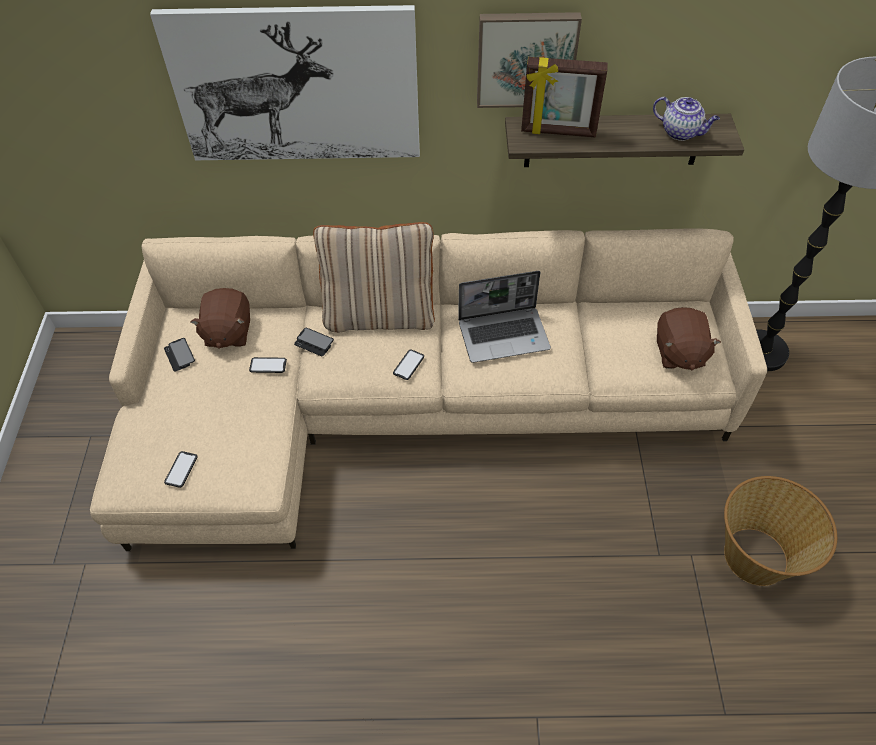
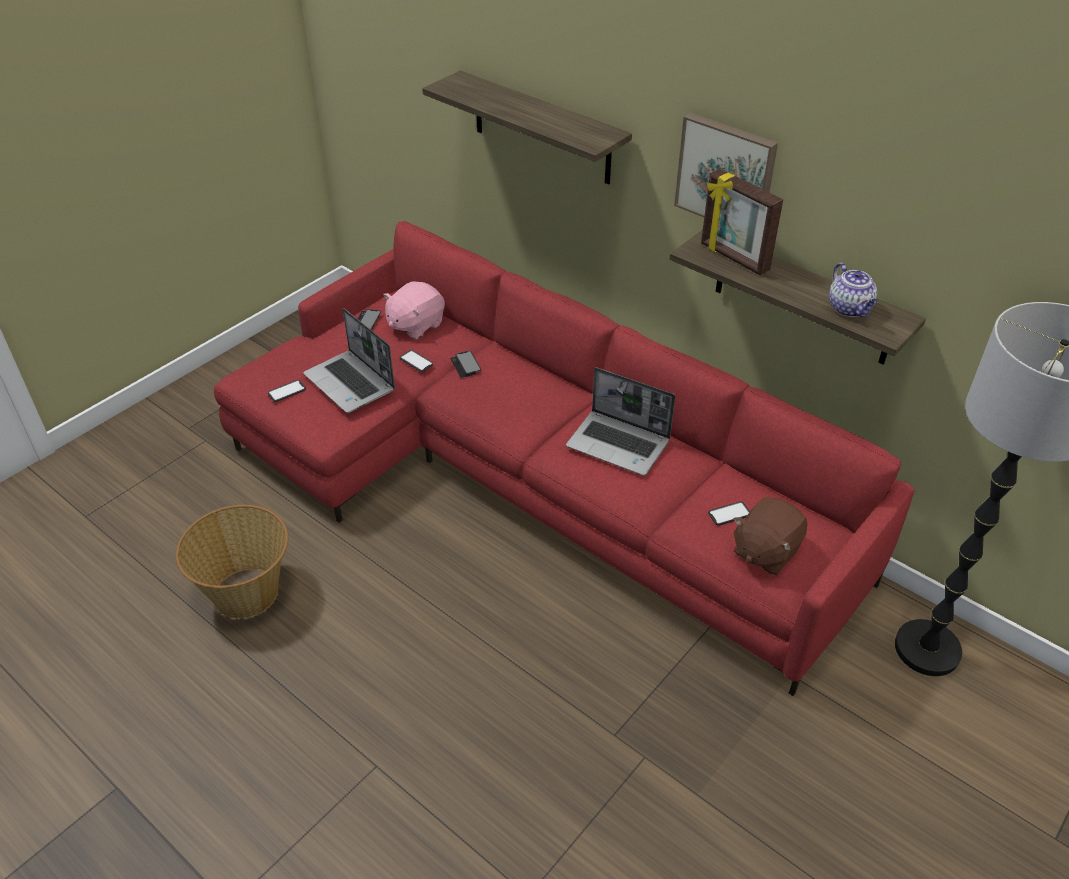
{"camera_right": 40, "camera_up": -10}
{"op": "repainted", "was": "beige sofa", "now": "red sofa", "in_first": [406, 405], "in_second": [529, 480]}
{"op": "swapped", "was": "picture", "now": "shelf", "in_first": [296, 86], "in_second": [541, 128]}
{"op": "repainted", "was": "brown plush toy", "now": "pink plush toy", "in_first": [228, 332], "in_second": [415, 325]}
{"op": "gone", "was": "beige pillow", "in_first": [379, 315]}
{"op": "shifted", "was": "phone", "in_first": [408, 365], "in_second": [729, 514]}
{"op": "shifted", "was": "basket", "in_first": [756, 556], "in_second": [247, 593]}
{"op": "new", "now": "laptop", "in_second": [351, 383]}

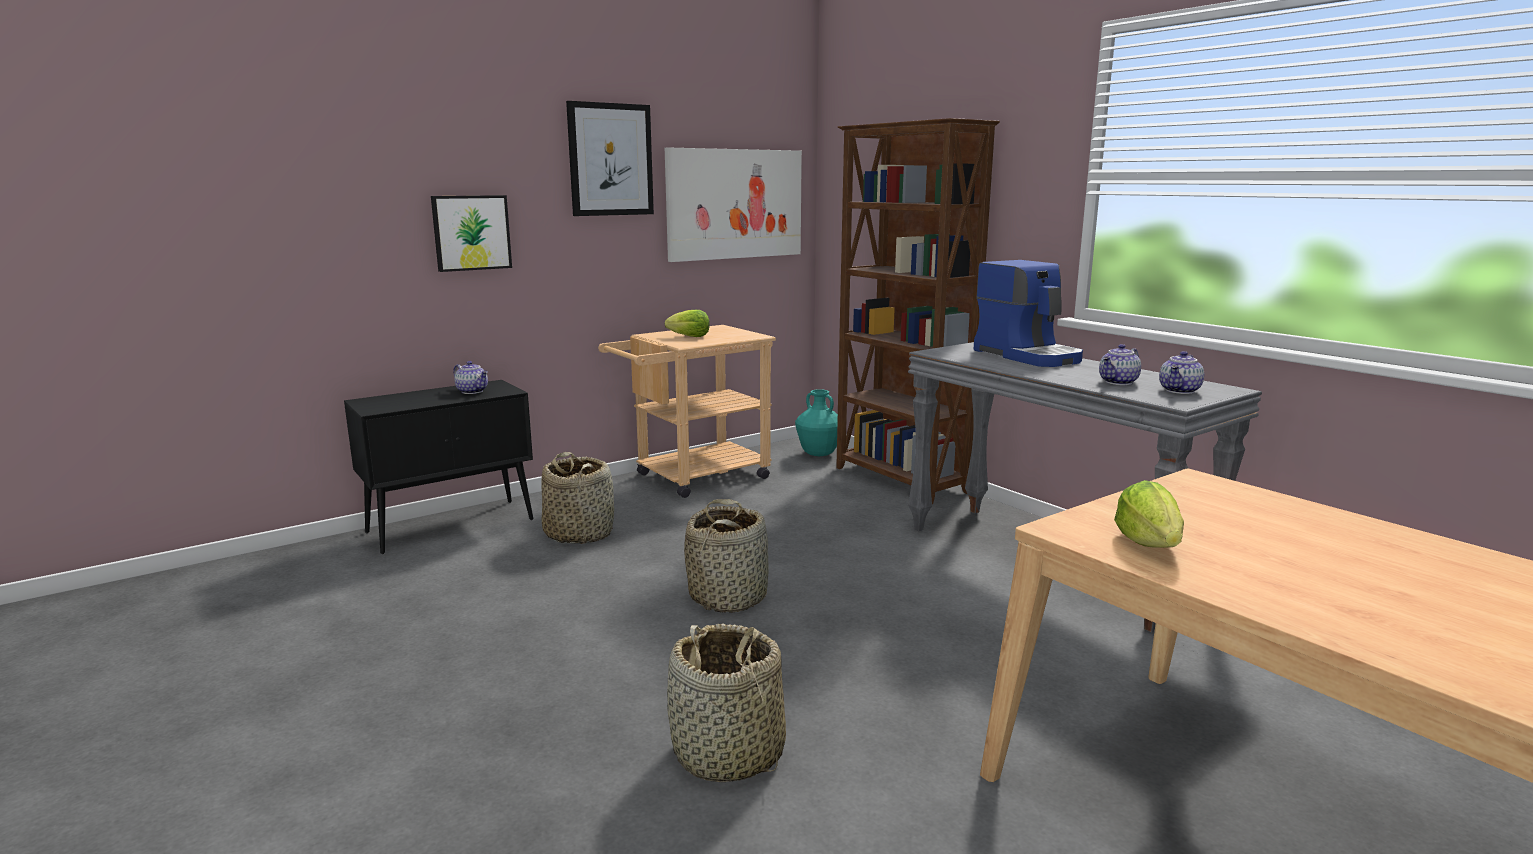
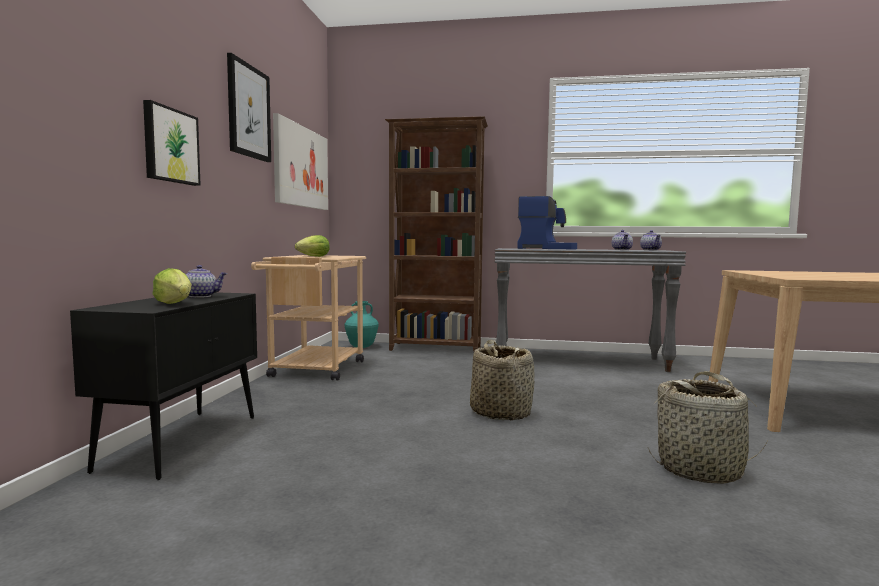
{"camera_right": -45, "camera_up": -10}
{"op": "gone", "was": "basket", "in_first": [579, 533]}
{"op": "shifted", "was": "lettuce", "in_first": [1148, 544], "in_second": [175, 304]}

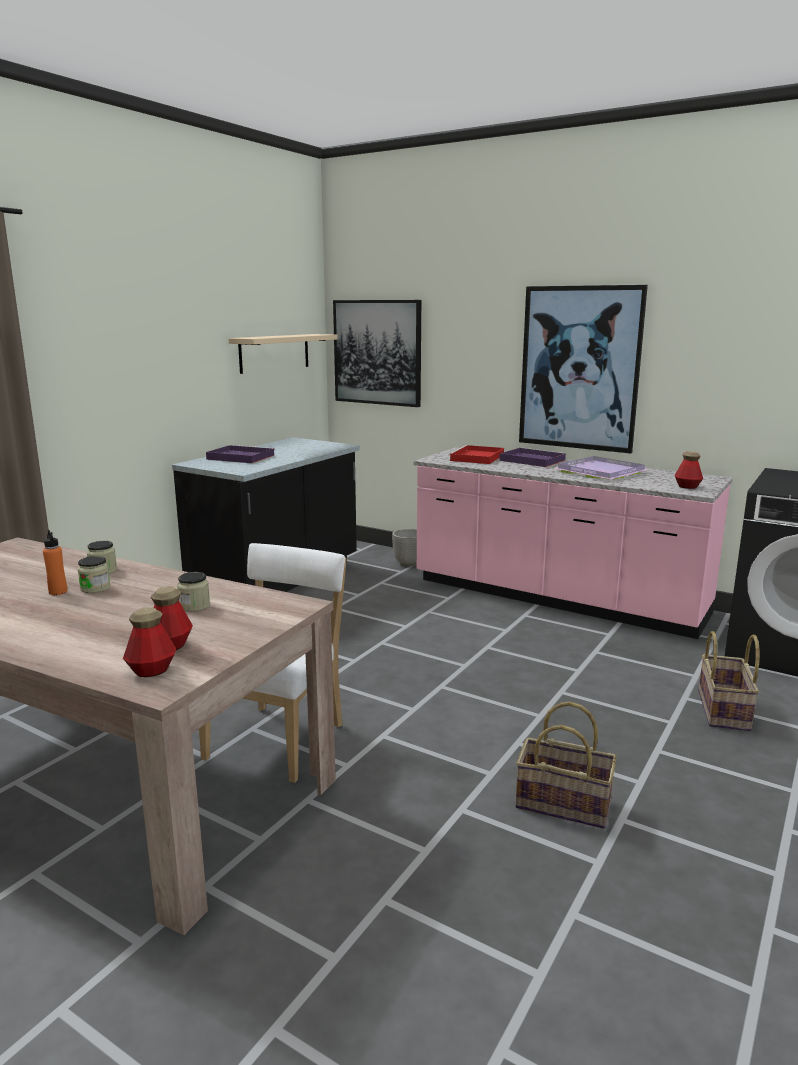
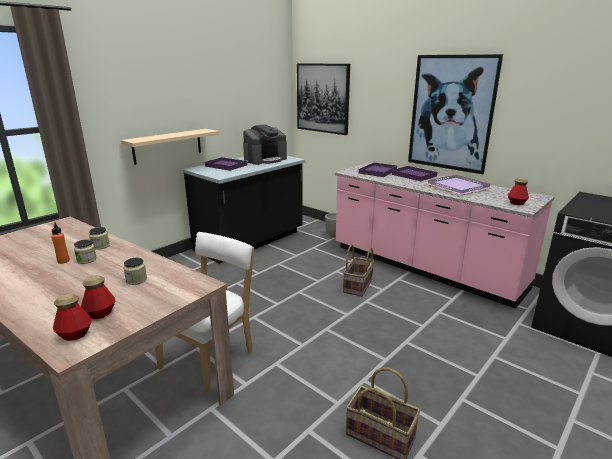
{"camera_right": 10, "camera_up": 5}
{"op": "shifted", "was": "beige shelf", "in_first": [274, 353], "in_second": [167, 146]}
{"op": "repainted", "was": "red tray", "now": "purple tray", "in_first": [477, 458], "in_second": [377, 171]}
{"op": "shifted", "was": "basket", "in_first": [725, 711], "in_second": [358, 286]}
{"op": "new", "now": "coffee machine", "in_second": [265, 159]}

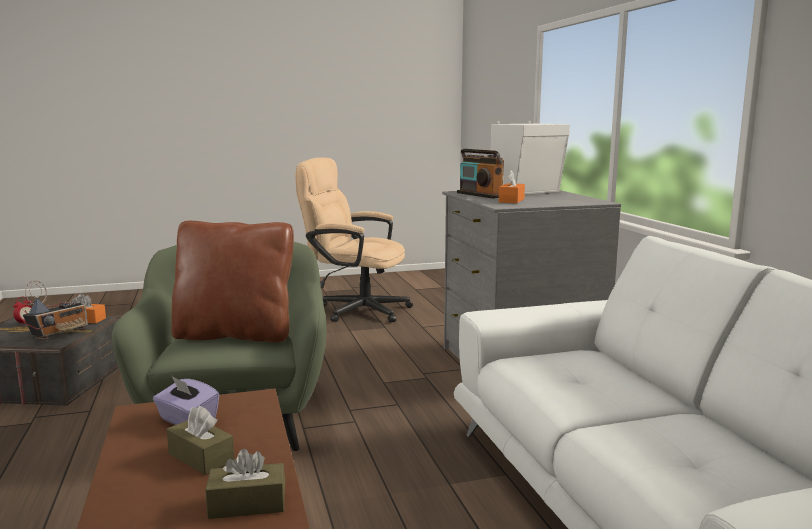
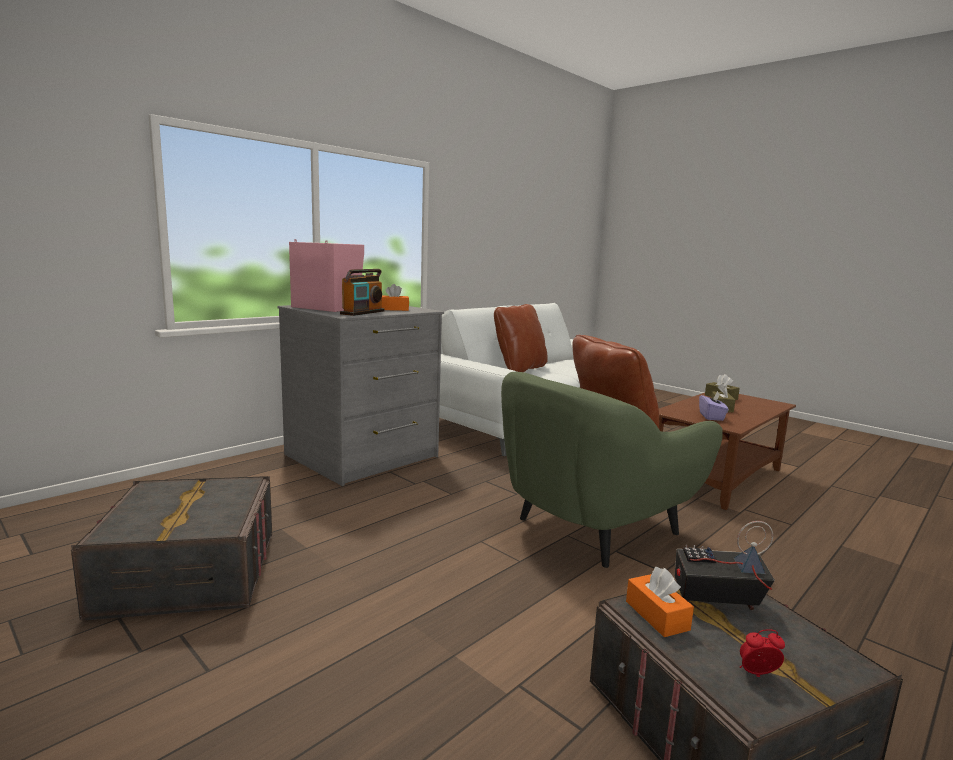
{"camera_right": -120, "camera_up": 0}
{"op": "swapped", "was": "beige office chair", "now": "grey storage box", "in_first": [355, 309], "in_second": [189, 573]}
{"op": "repainted", "was": "white speaker", "now": "pink speaker", "in_first": [527, 192], "in_second": [326, 307]}
{"op": "new", "now": "brown pillow", "in_second": [519, 369]}

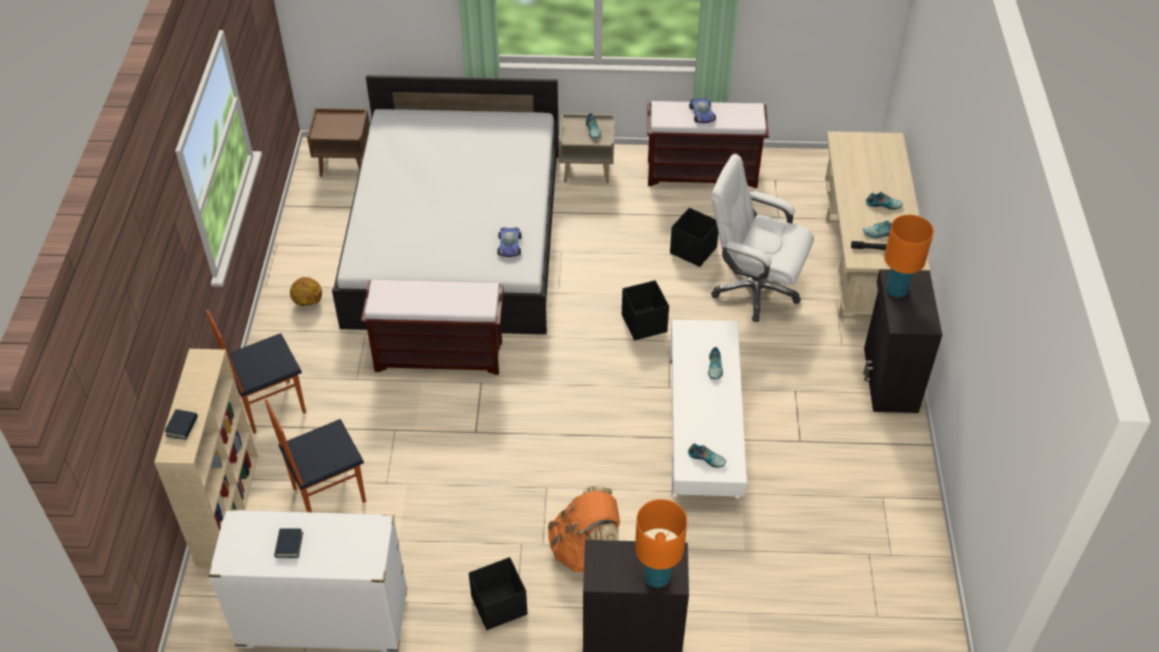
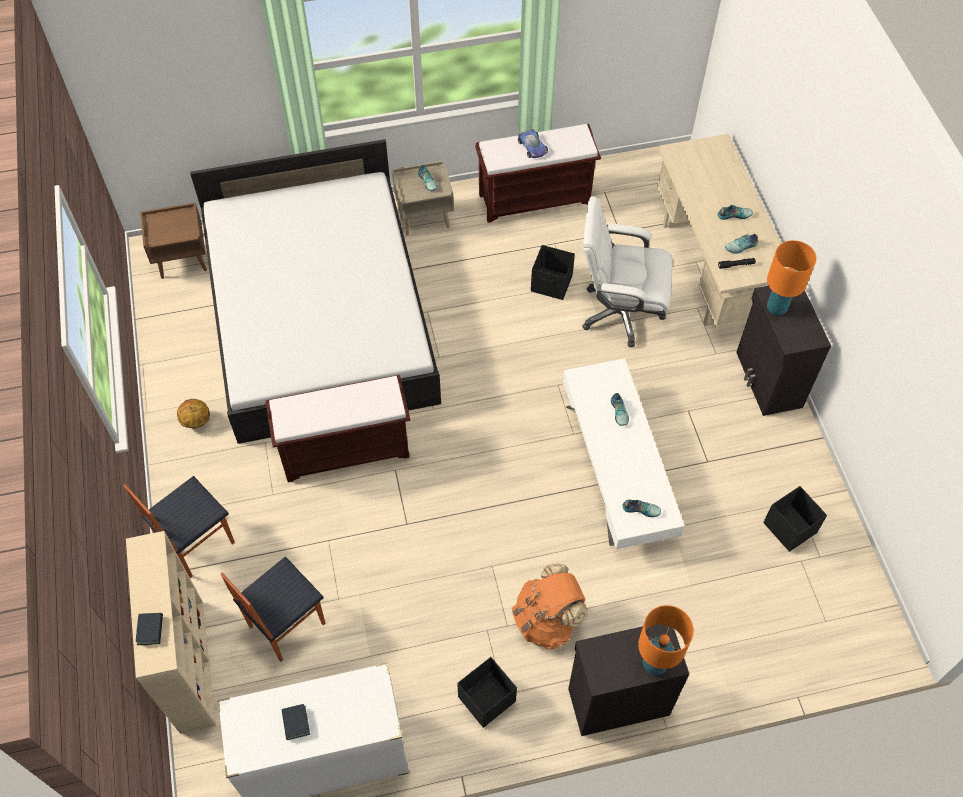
{"camera_right": -15, "camera_up": 10}
{"op": "gone", "was": "toy car", "in_first": [509, 246]}
{"op": "shifted", "was": "black storage box", "in_first": [644, 323], "in_second": [789, 527]}

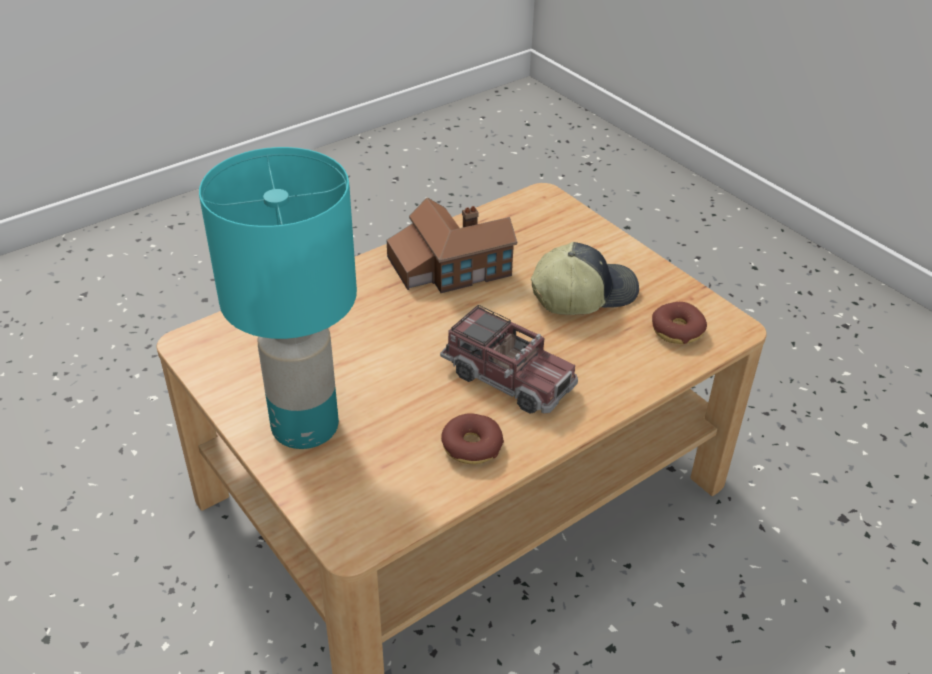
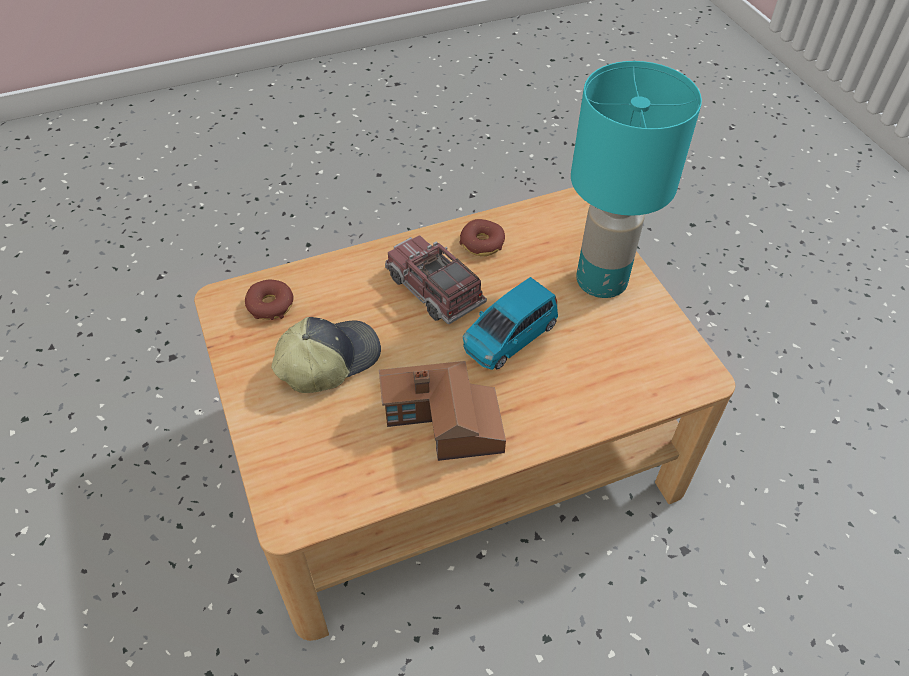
{"camera_right": -165, "camera_up": 10}
{"op": "rotated", "was": "cap", "in_first": [582, 294], "in_second": [327, 361], "clockwise": 150}
{"op": "new", "now": "blue toy car", "in_second": [509, 337]}

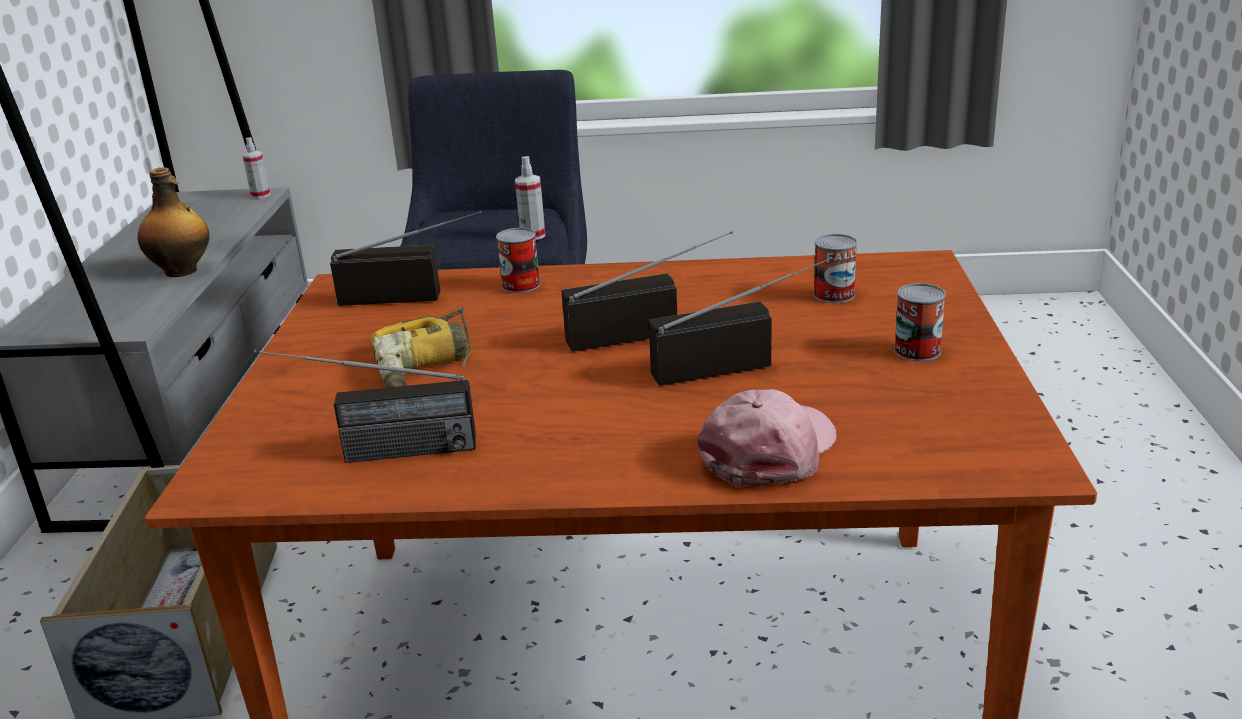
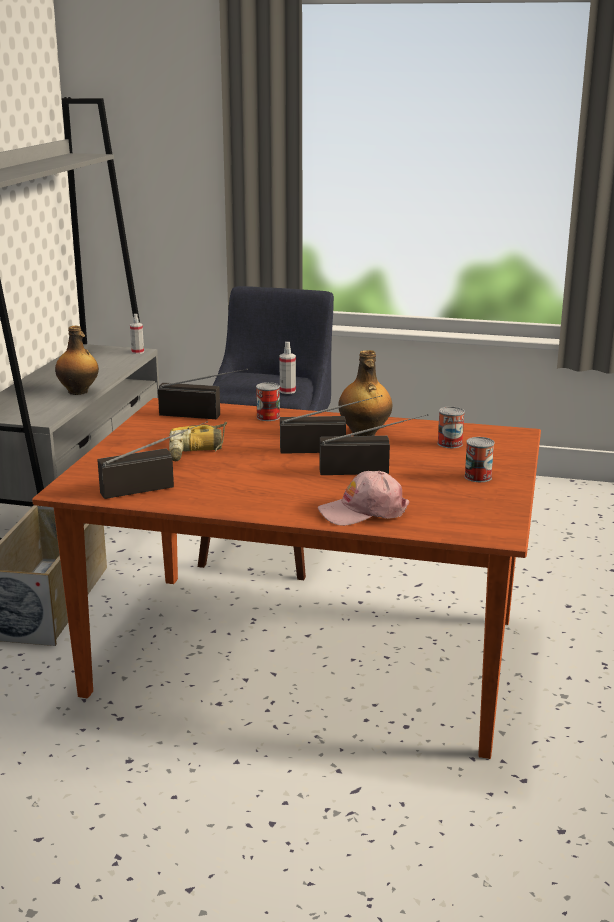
{"camera_right": 10, "camera_up": -5}
{"op": "rotated", "was": "radio", "in_first": [375, 453], "in_second": [155, 486], "clockwise": 150}
{"op": "rotated", "was": "pink cap", "in_first": [770, 451], "in_second": [363, 511], "clockwise": -150}
{"op": "new", "now": "bottle", "in_second": [364, 434]}

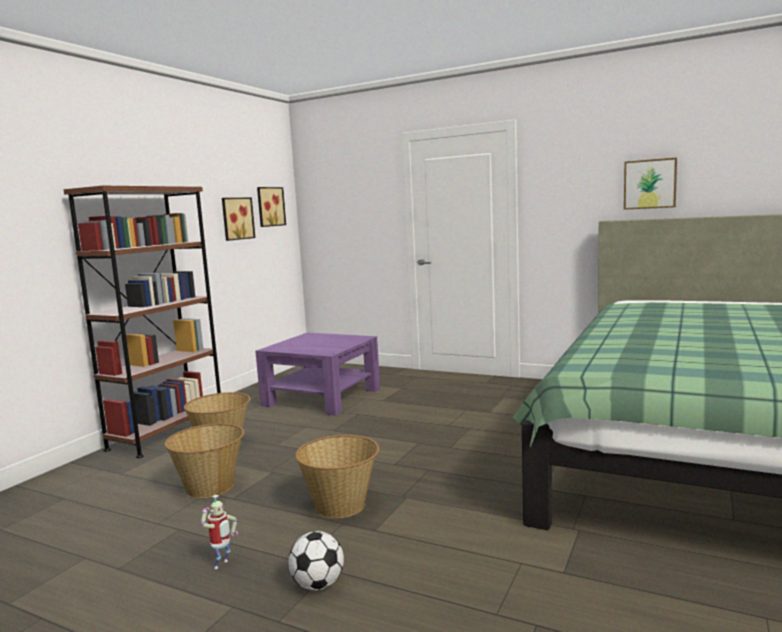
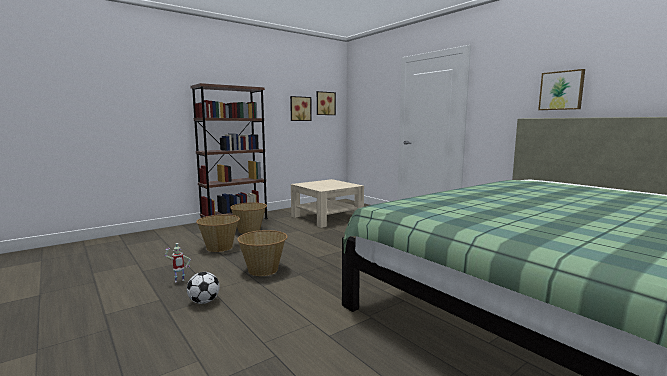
{"camera_right": 25, "camera_up": 0}
{"op": "repainted", "was": "purple coffee table", "now": "beige coffee table", "in_first": [322, 397], "in_second": [327, 217]}

